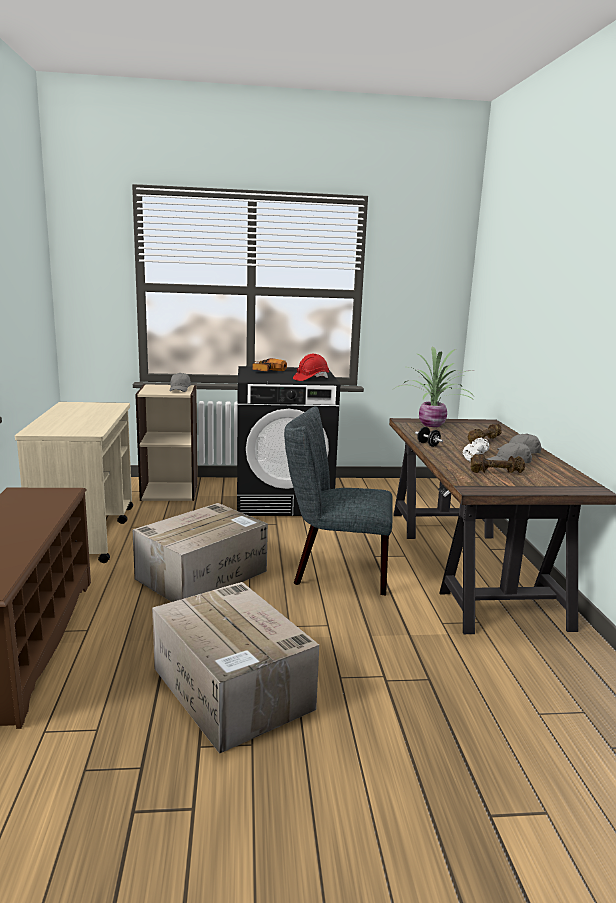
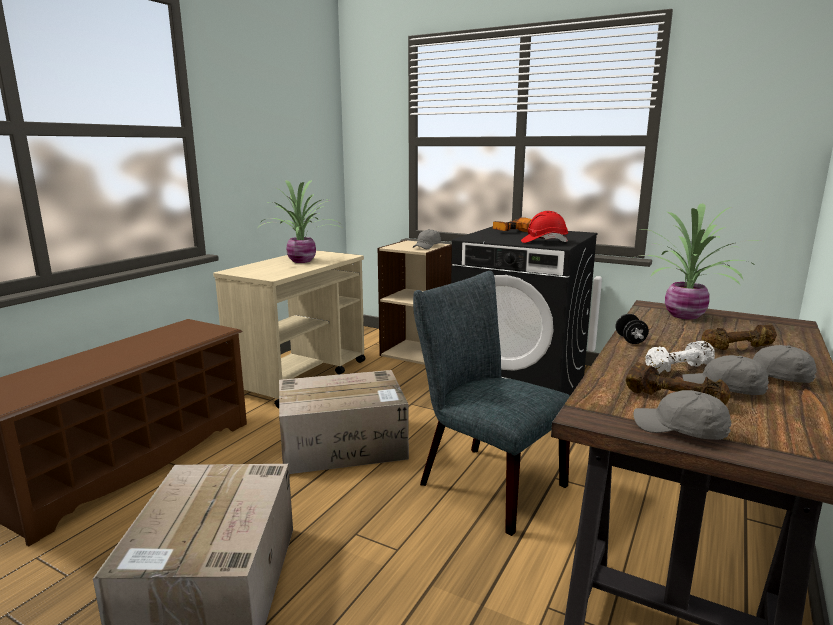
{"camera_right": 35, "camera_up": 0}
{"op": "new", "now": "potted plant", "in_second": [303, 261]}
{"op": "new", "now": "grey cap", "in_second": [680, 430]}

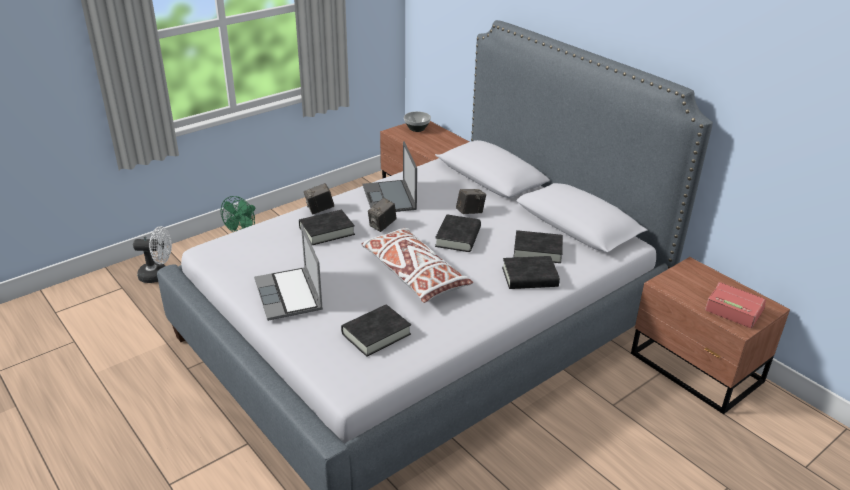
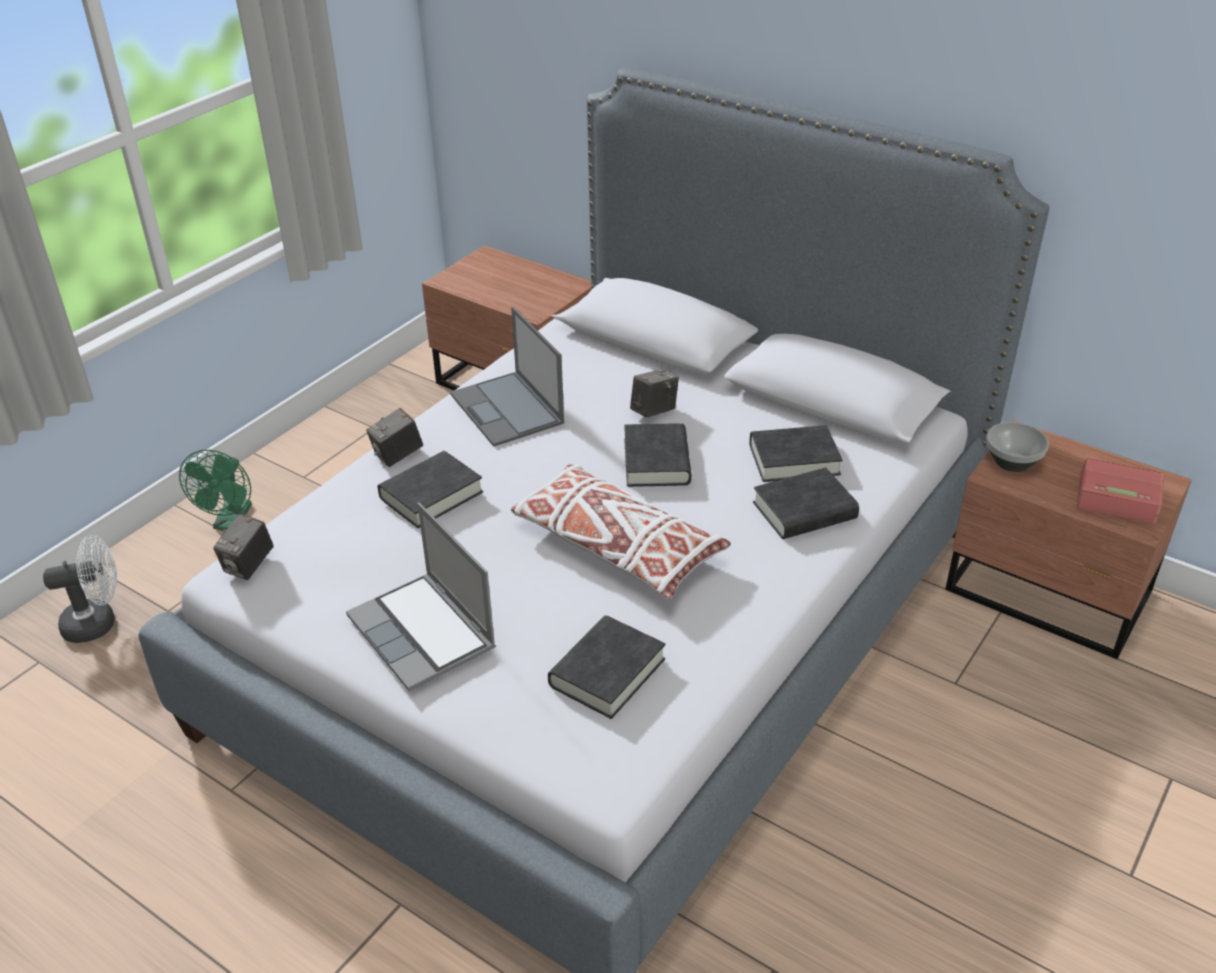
{"camera_right": -15, "camera_up": 5}
{"op": "shifted", "was": "photo camera", "in_first": [382, 226], "in_second": [249, 566]}
{"op": "shifted", "was": "bowl", "in_first": [417, 128], "in_second": [1011, 462]}

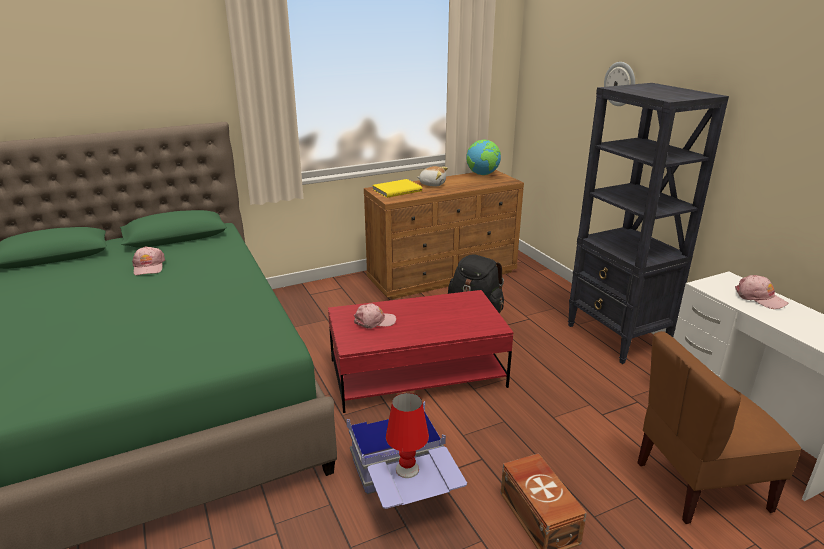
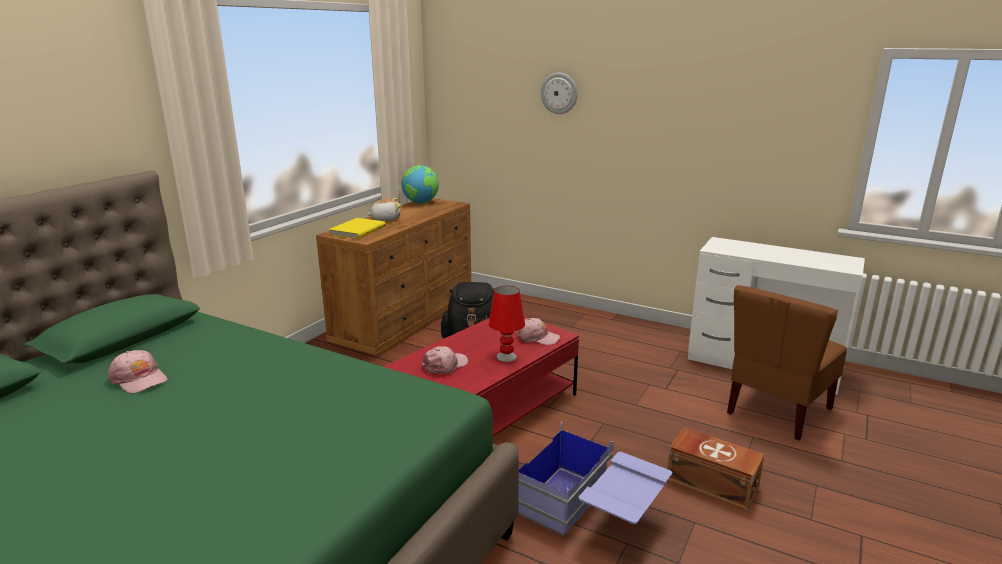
{"camera_right": -35, "camera_up": -5}
{"op": "shifted", "was": "red table lamp", "in_first": [407, 469], "in_second": [506, 357]}
{"op": "gone", "was": "black bookcase", "in_first": [617, 337]}
{"op": "shifted", "was": "pink cap", "in_first": [759, 298], "in_second": [537, 337]}

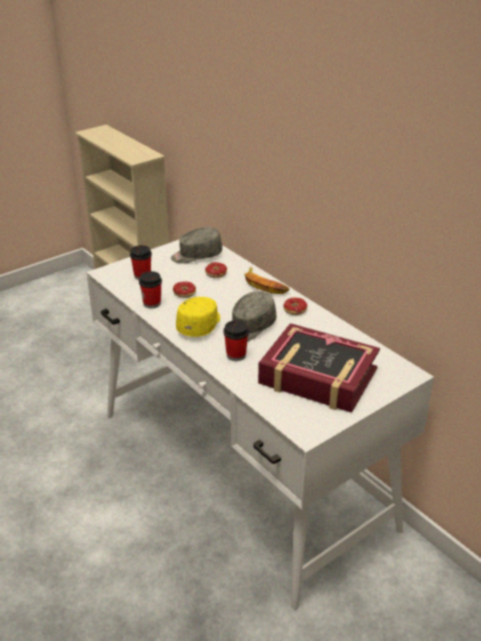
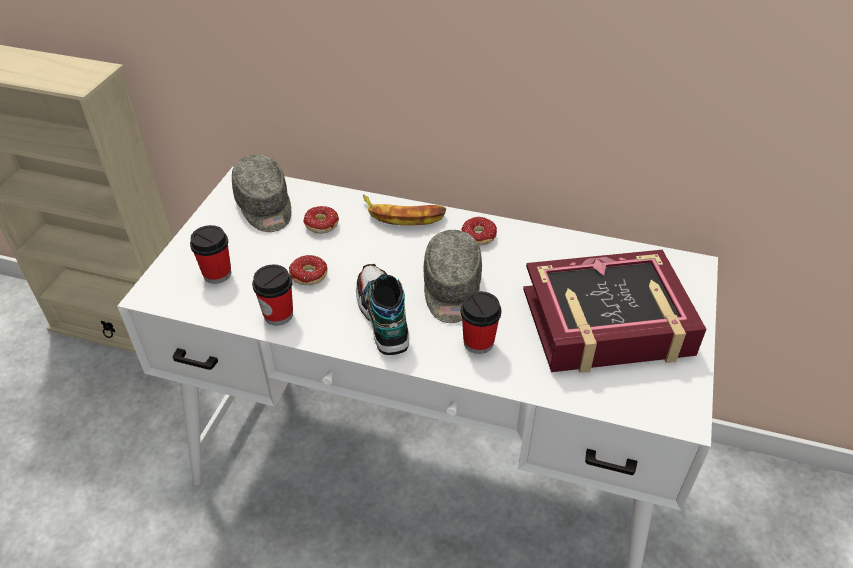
{"camera_right": -35, "camera_up": 10}
{"op": "rotated", "was": "grey cap", "in_first": [196, 255], "in_second": [265, 207], "clockwise": -60}
{"op": "swapped", "was": "yellow cap", "now": "shoe", "in_first": [200, 325], "in_second": [382, 317]}

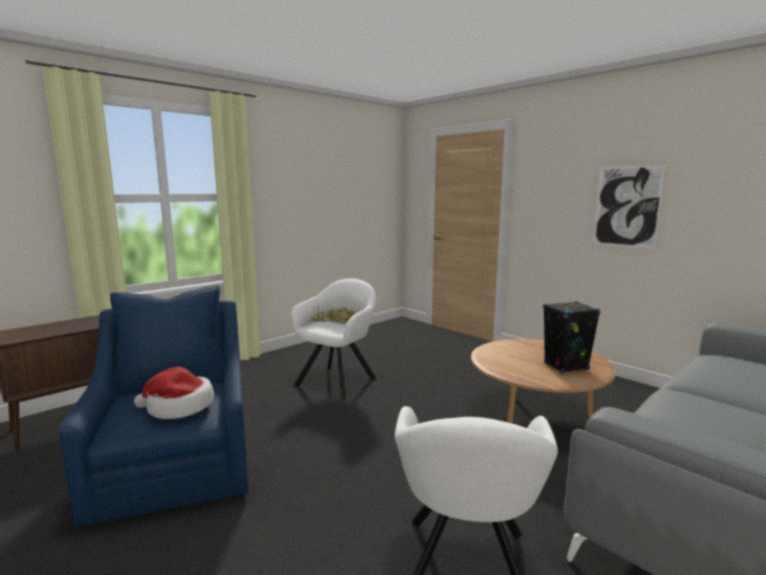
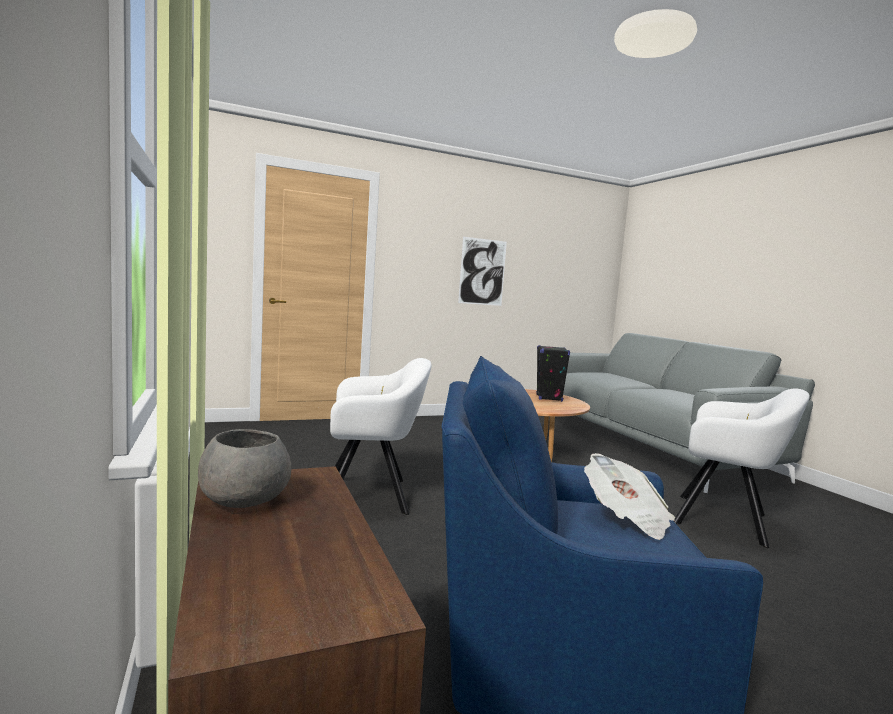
{"camera_right": -70, "camera_up": -5}
{"op": "swapped", "was": "hat", "now": "newspaper", "in_first": [179, 407], "in_second": [626, 518]}
{"op": "rotated", "was": "white armchair", "in_first": [339, 380], "in_second": [372, 495], "clockwise": 120}
{"op": "new", "now": "grey bowl", "in_second": [243, 499]}

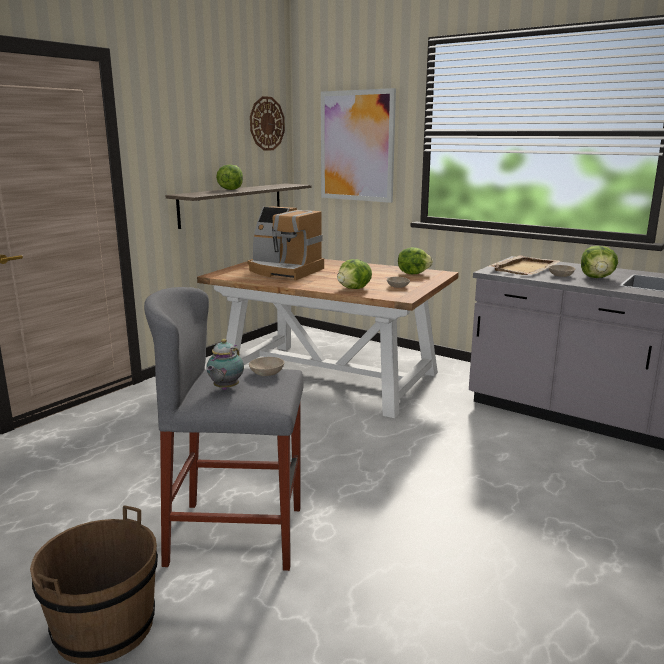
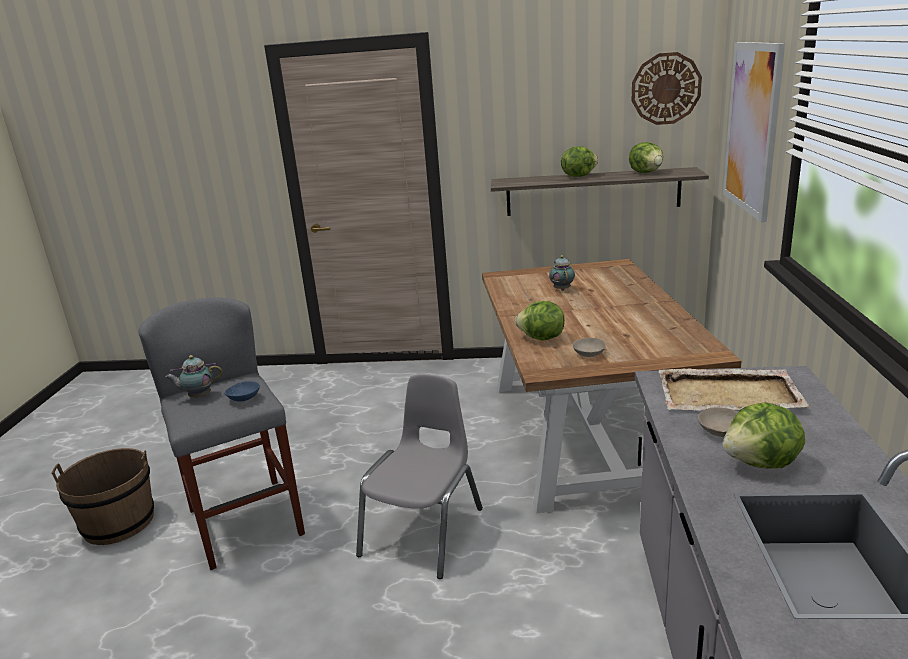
{"camera_right": 60, "camera_up": 5}
{"op": "swapped", "was": "coffee machine", "now": "teapot", "in_first": [284, 271], "in_second": [562, 289]}
{"op": "repainted", "was": "beige bowl", "now": "blue bowl", "in_first": [268, 373], "in_second": [244, 398]}
{"op": "shifted", "was": "lettuce", "in_first": [413, 273], "in_second": [646, 172]}
{"op": "new", "now": "grey chair", "in_second": [424, 532]}

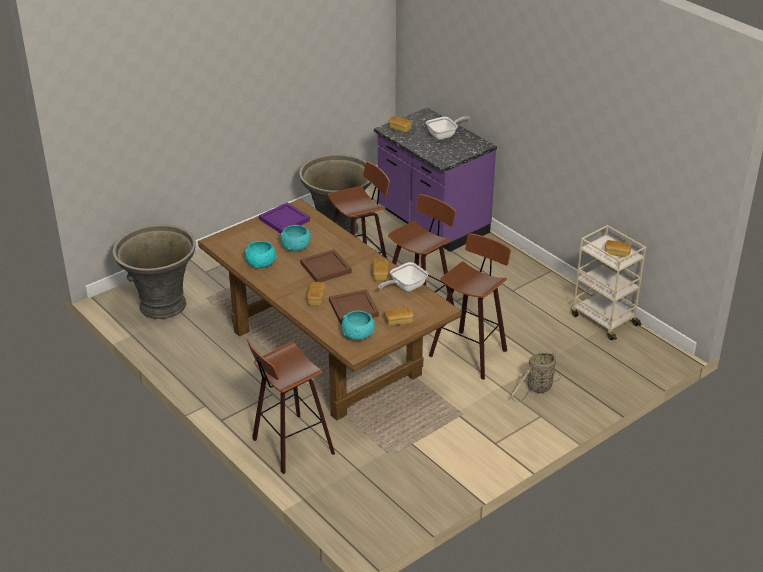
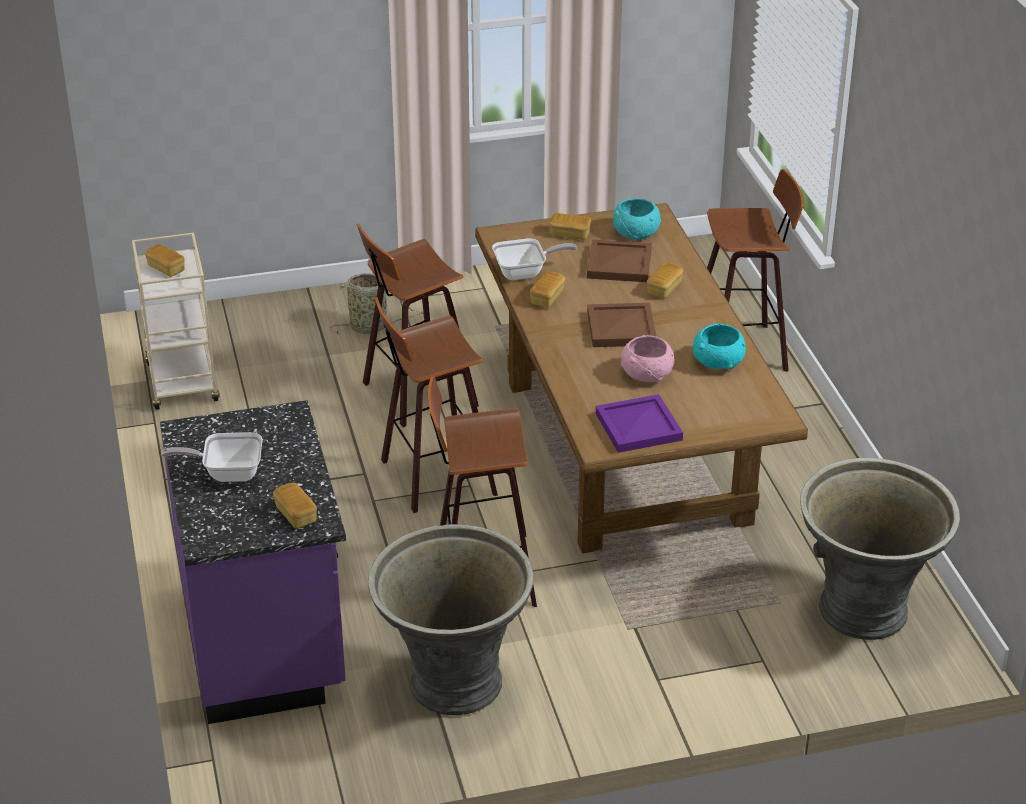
{"camera_right": -155, "camera_up": 0}
{"op": "repainted", "was": "turquoise bowl", "now": "pink bowl", "in_first": [296, 246], "in_second": [647, 374]}

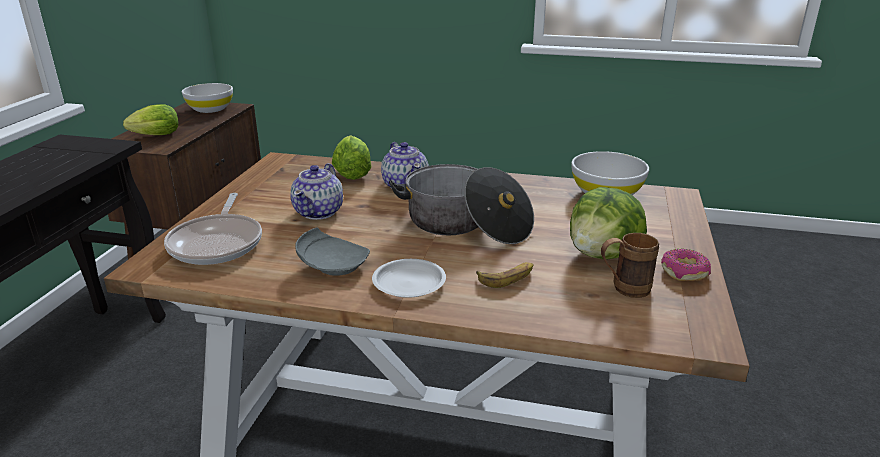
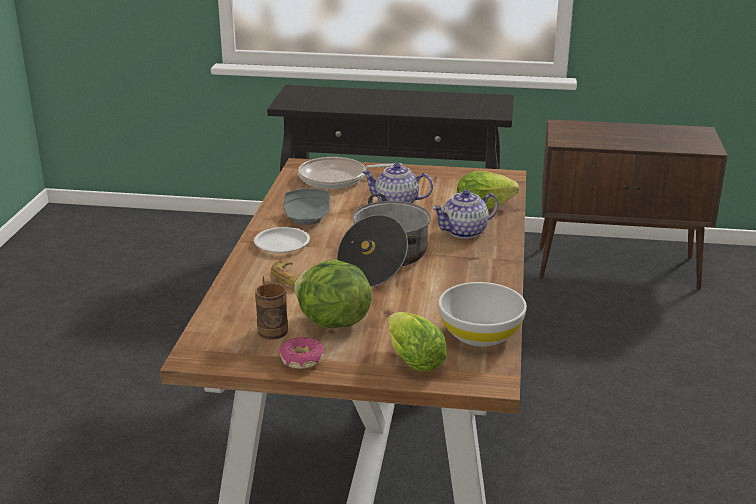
{"camera_right": 85, "camera_up": 0}
{"op": "shifted", "was": "lettuce", "in_first": [153, 136], "in_second": [411, 359]}
{"op": "gone", "was": "white bowl", "in_first": [210, 109]}

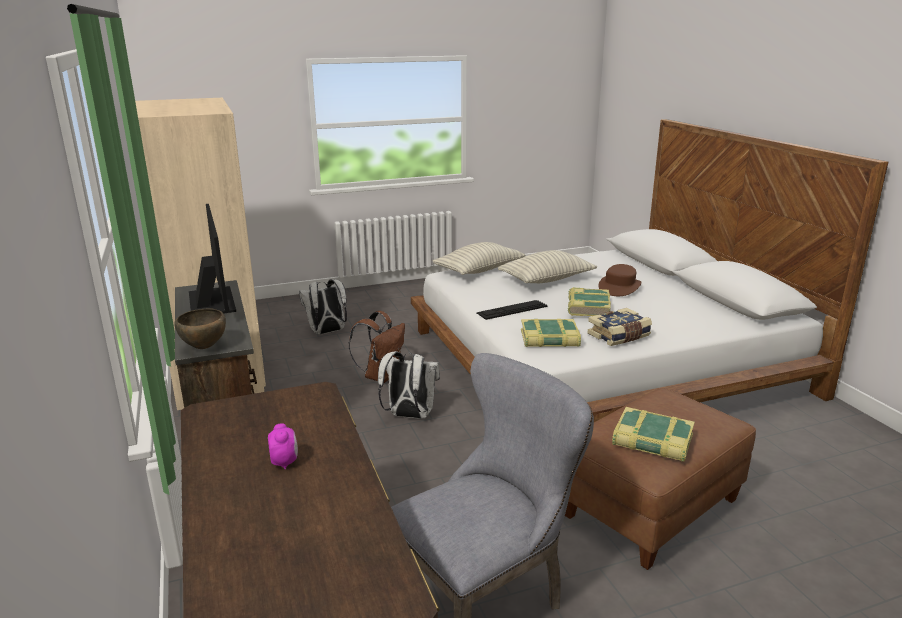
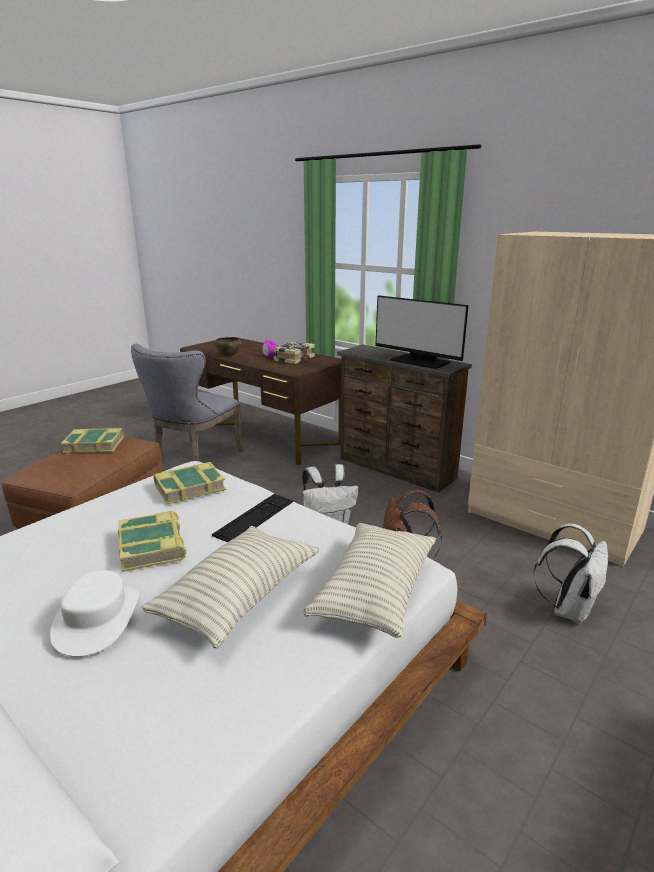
{"camera_right": 150, "camera_up": 0}
{"op": "shifted", "was": "brown bowl", "in_first": [204, 347], "in_second": [228, 356]}
{"op": "shifted", "was": "book", "in_first": [619, 336], "in_second": [293, 359]}
{"op": "repainted", "was": "brown hat", "now": "white hat", "in_first": [619, 287], "in_second": [97, 619]}

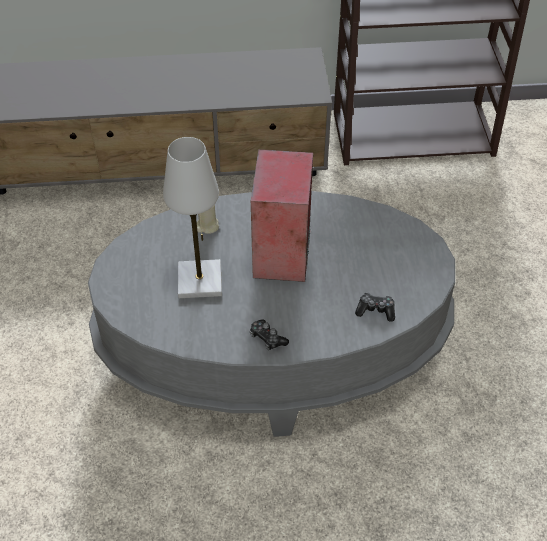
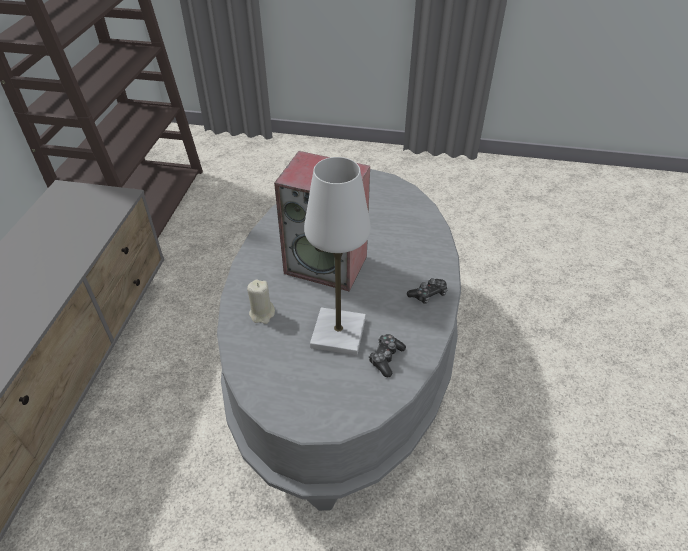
{"camera_right": -75, "camera_up": -5}
{"op": "shifted", "was": "game controller", "in_first": [375, 310], "in_second": [386, 358]}

